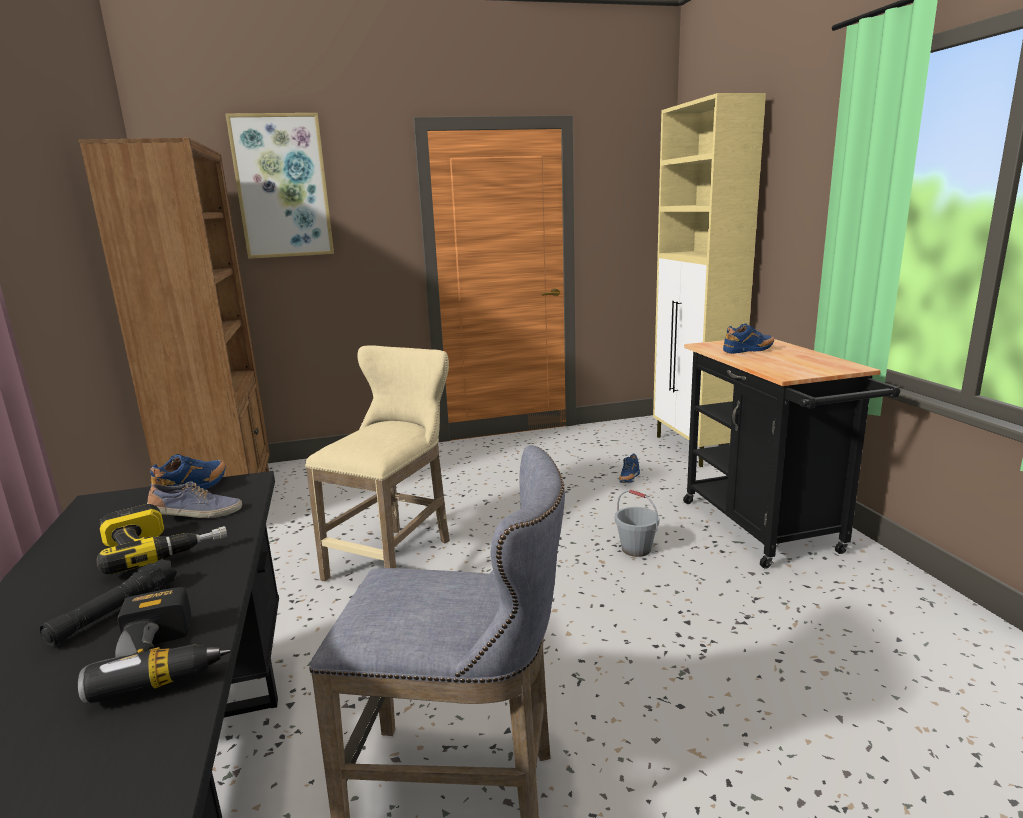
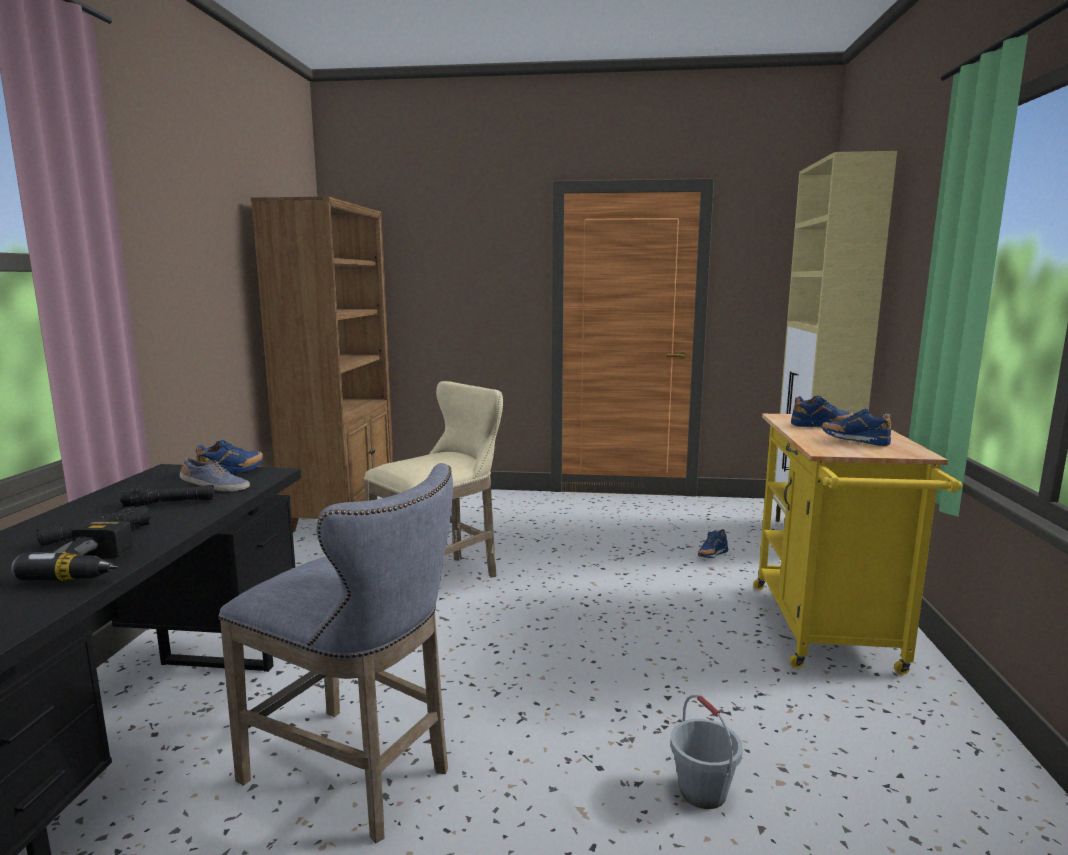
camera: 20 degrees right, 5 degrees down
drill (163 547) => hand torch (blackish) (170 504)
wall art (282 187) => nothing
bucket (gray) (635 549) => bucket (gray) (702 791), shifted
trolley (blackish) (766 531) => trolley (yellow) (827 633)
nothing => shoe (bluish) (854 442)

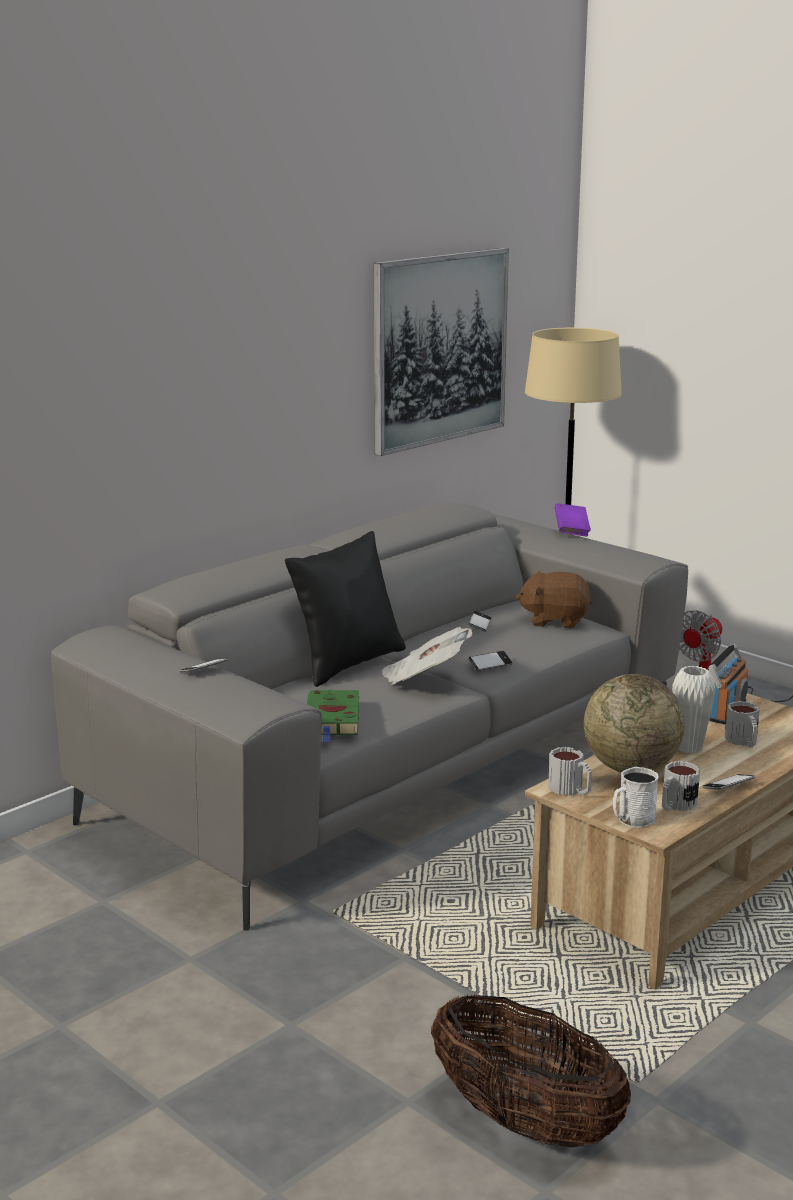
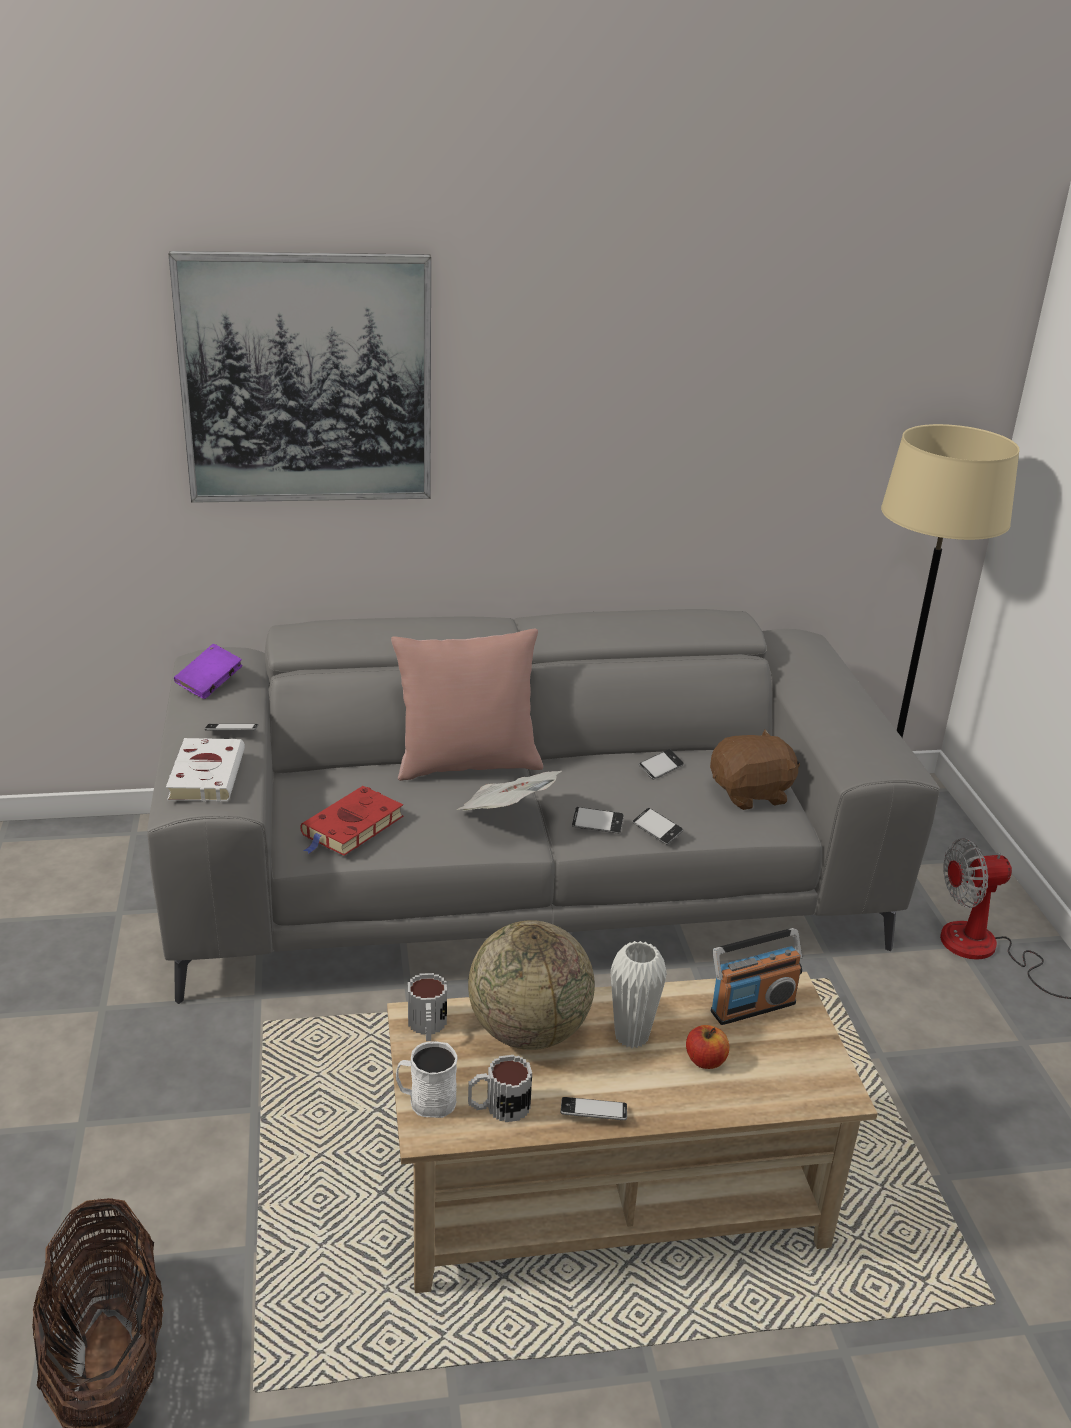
camera: 35 degrees right, 10 degrees up
cushion (blackish) (347 663) => cushion (pink-coloured) (467 764)
volume (green) (333 720) => volume (red-coloured) (351 827)
wall art (439 349) => wall art (307 380), shifted
cuddly toy (brownish) (554 620) => cuddly toy (brownish) (751 794), 120 degrees clockwise
volume (purple-coloured) (571 531) => volume (purple-coloured) (209 685), shifted
tea mug (743 742) => apple (705 1060)
nothing => volume (white) (207 774)
nothing => phone (657 830)

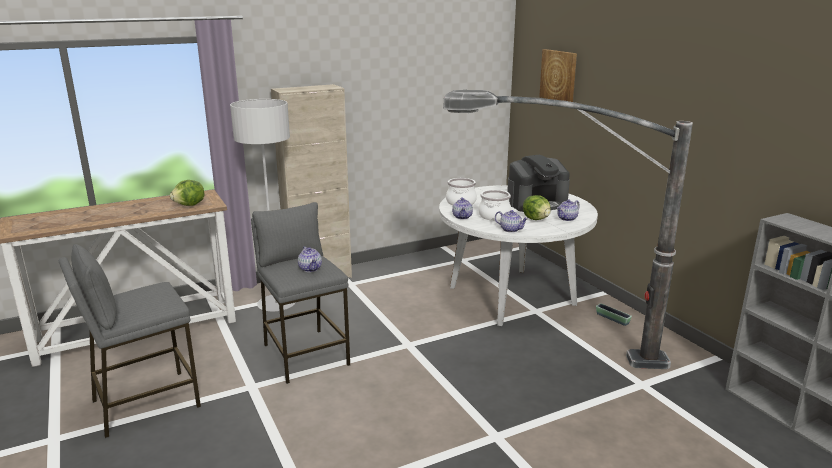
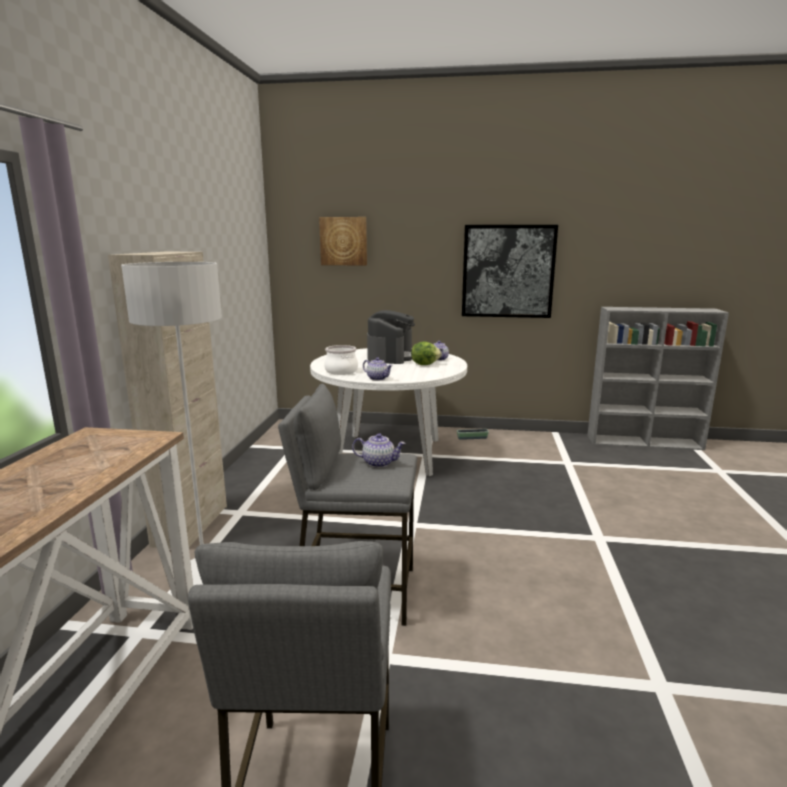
camera: 55 degrees left, 5 degrees down
lettuce head (190 205) => nothing
standing lamp (552 358) => nothing
cooking pot (494 216) => nothing
tea pot (511 230) => nothing
nothing => wall art (508 271)

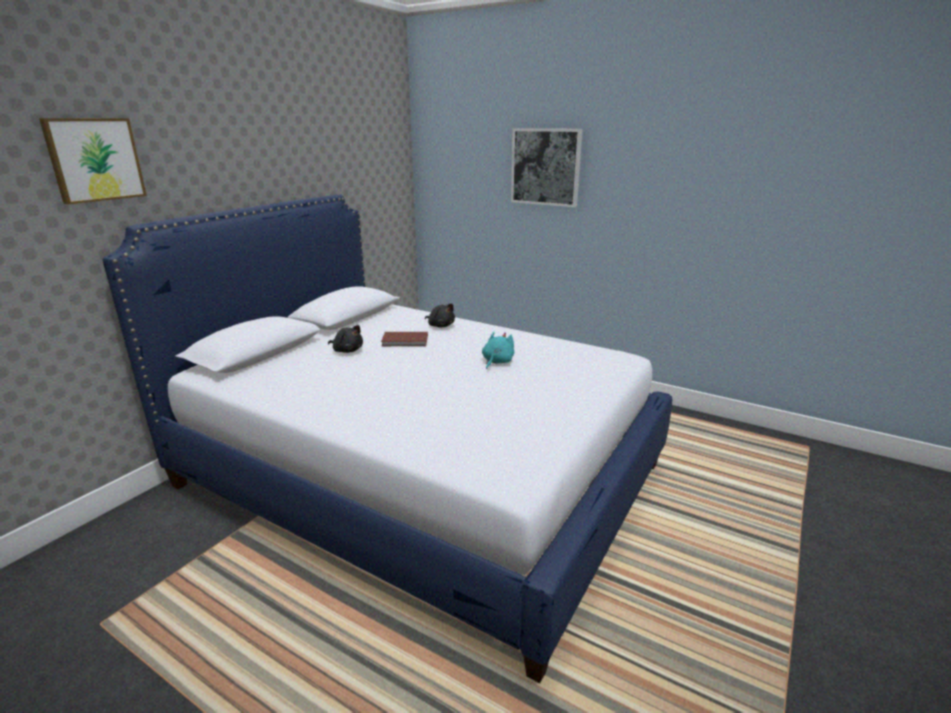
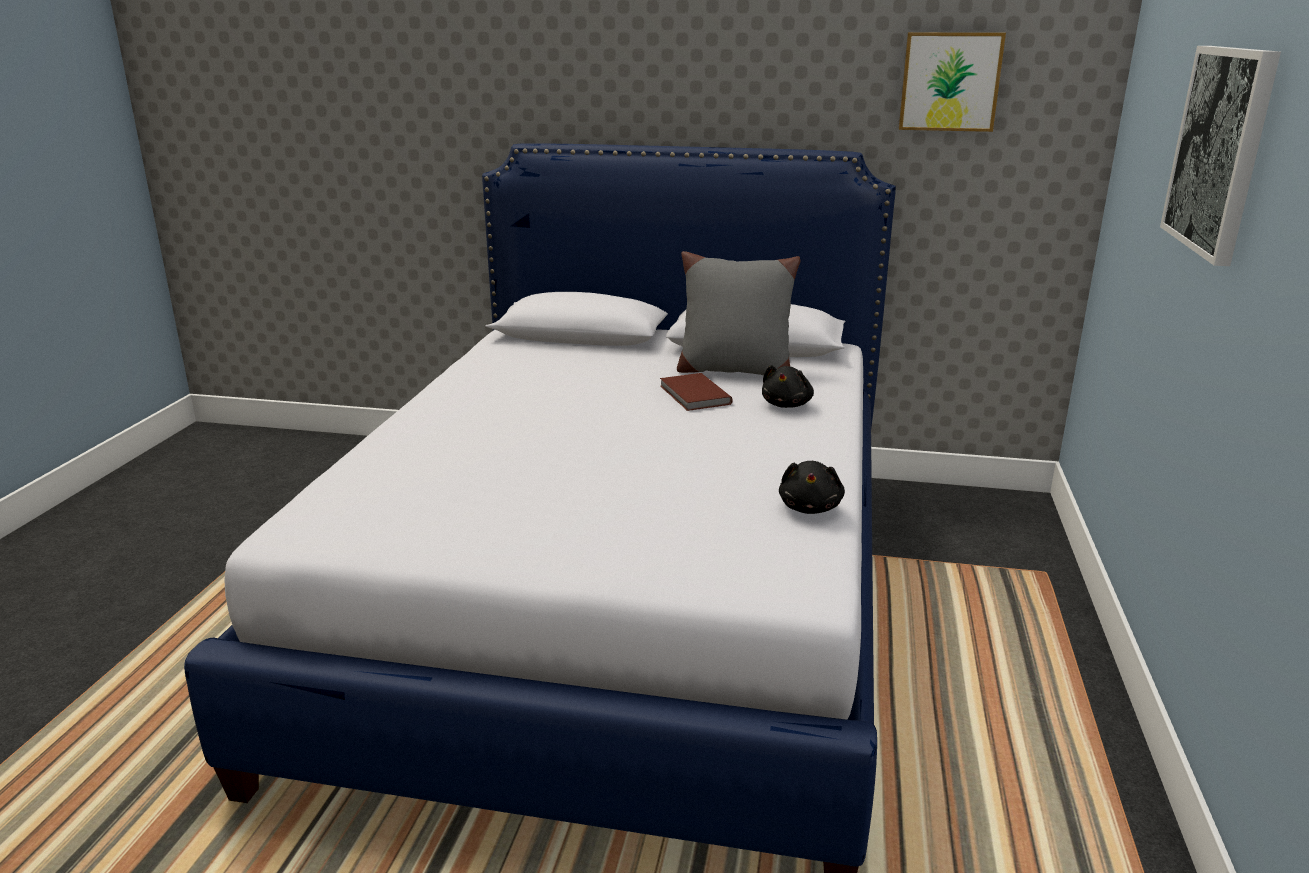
camera: 70 degrees right, 0 degrees up
wall art (94 159) => wall art (950 81), shifted
cuddly toy (blackish) (347 350) => cuddly toy (blackish) (810 507), shifted
cuddly toy (turquoise) (497 362) => nothing
nothing => cushion (gray) (734 371)

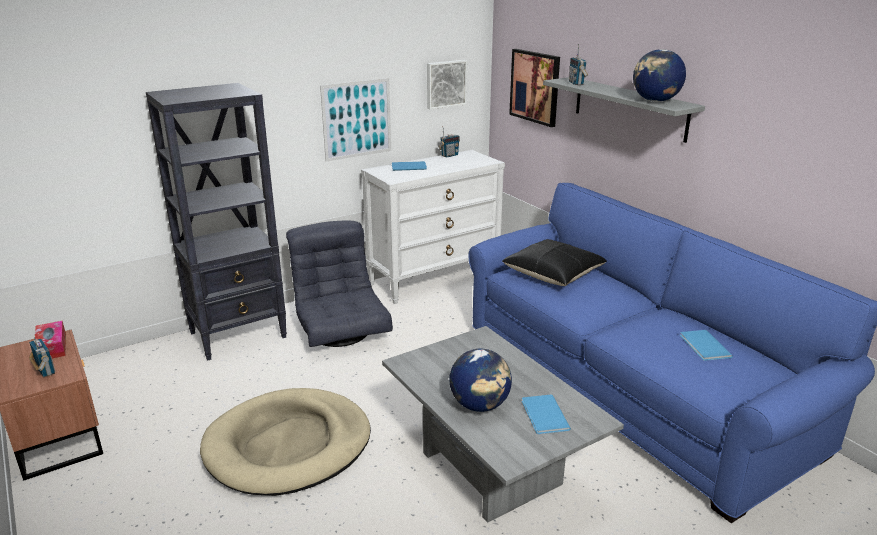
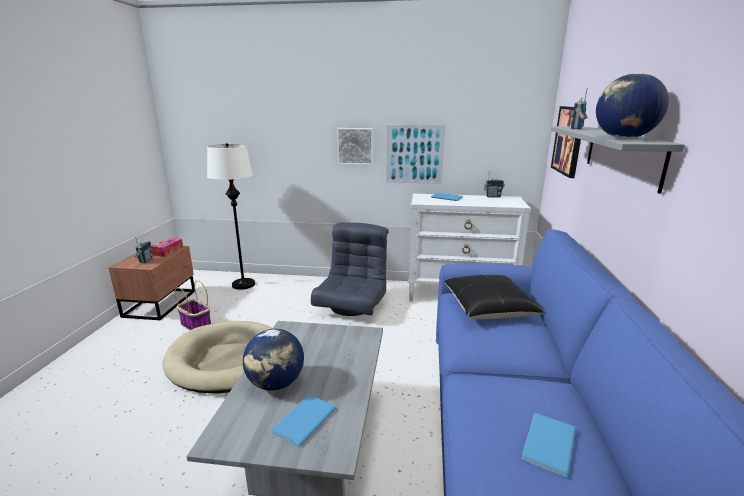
camera: 40 degrees right, 5 degrees down
shelving unit (blackish) (239 335) => nothing
wall art (445 84) => wall art (355 146), shifted
nothing => basket (195 324)
nothing => standing lamp (white) (243 284)

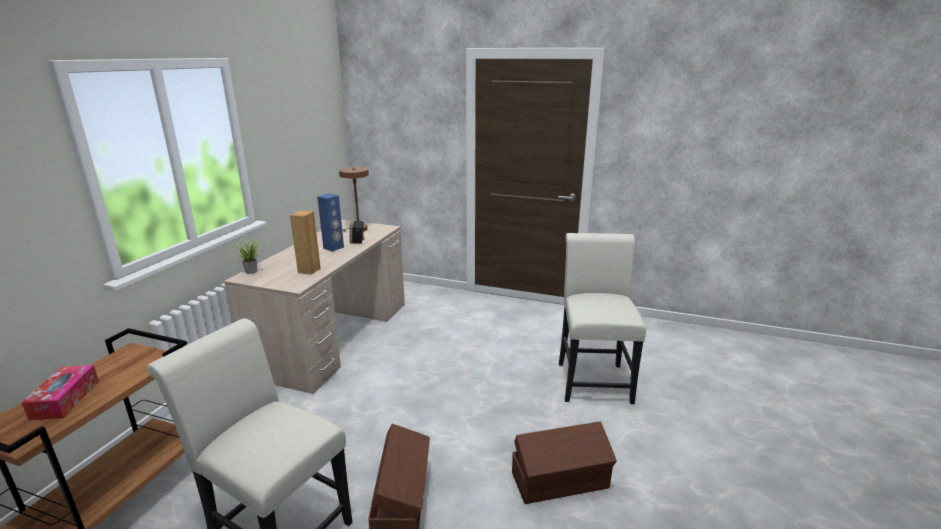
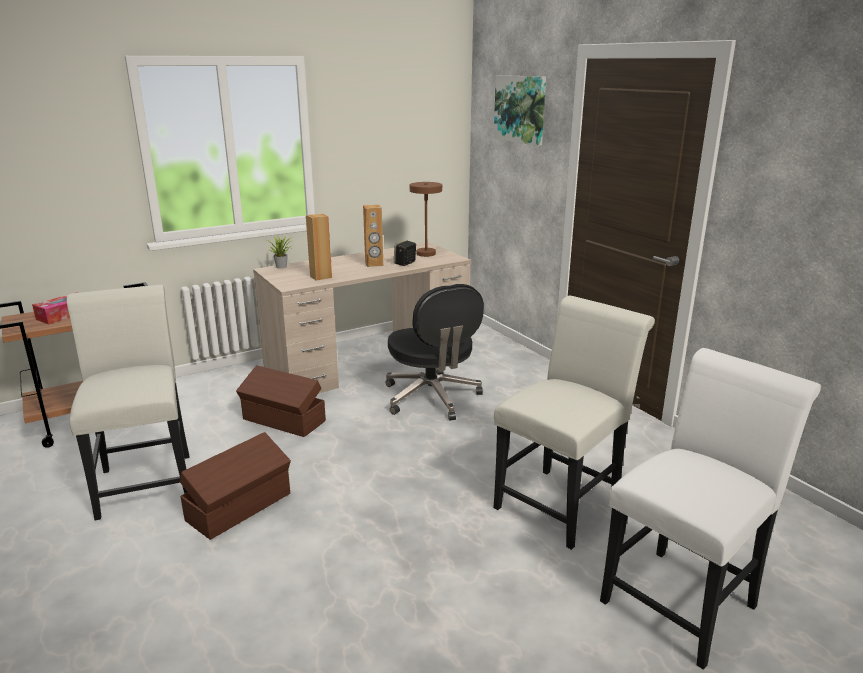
camera: 40 degrees right, 0 degrees up
audio speaker (bluish) (333 248) => audio speaker (brownish) (374 264)
storage bin (brownish) (561 481) => storage bin (brownish) (284 421), shifted
nothing => desk chair (blackish) (432 398)
nothing => wall art (520 109)
nothing => upright chair (white) (684 598)

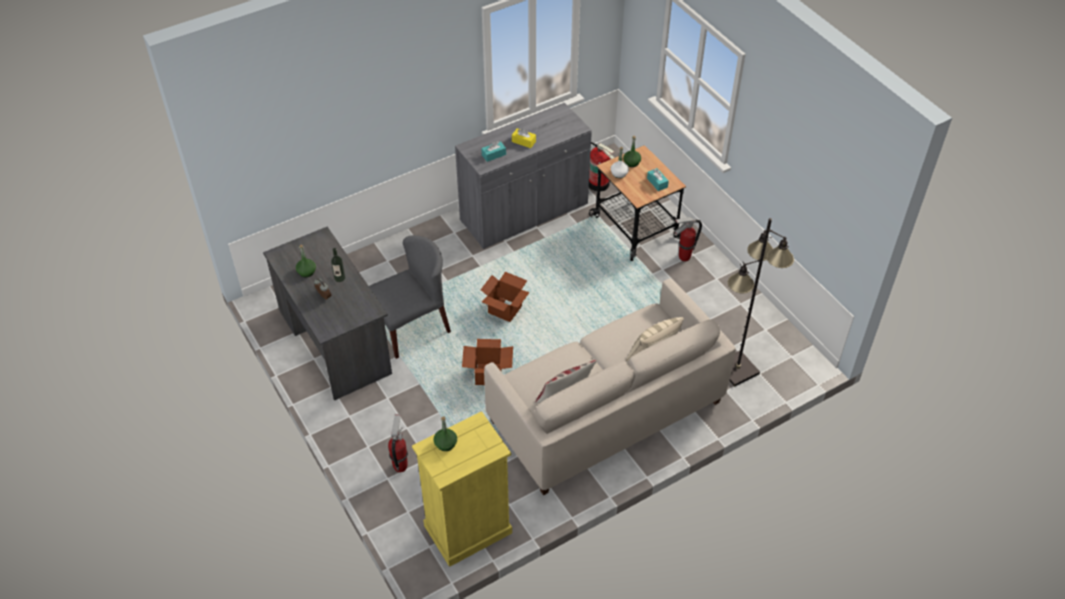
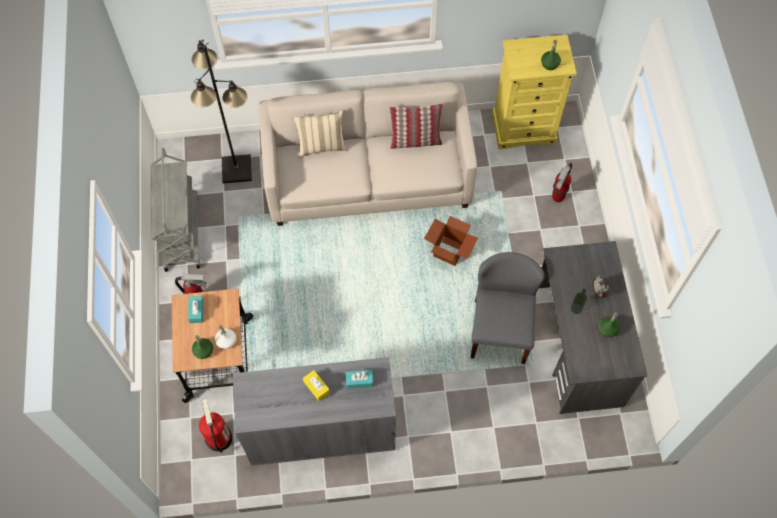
camera: 155 degrees left, 15 degrees up
upright chair (gray) (411 328) => upright chair (gray) (499 330), 105 degrees clockwise
cardboard box (504 310) => nothing
nothing => trolley (gray) (181 232)

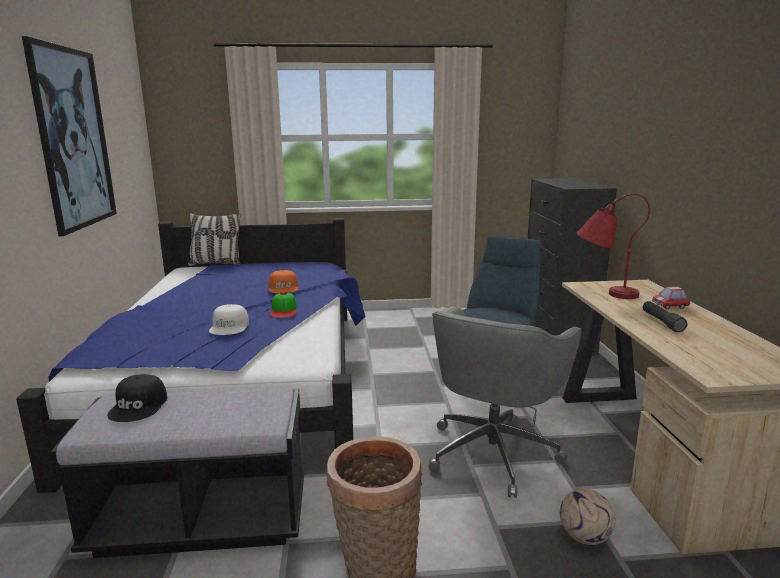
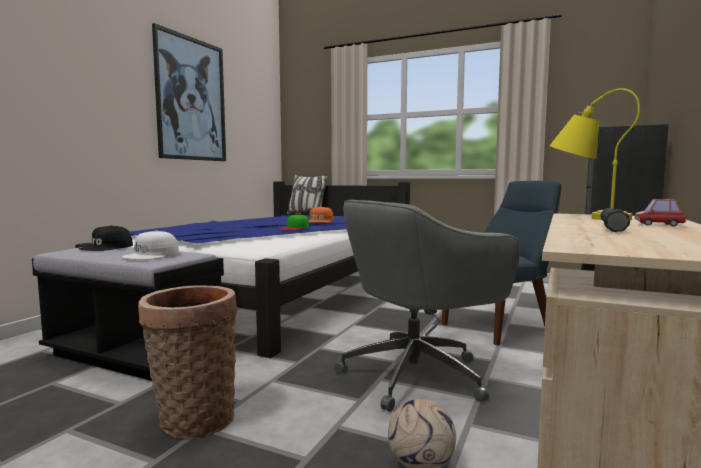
camera: 30 degrees right, 10 degrees down
peaked cap (white) (230 326) => peaked cap (white) (152 255), shifted
lamp for a table (red-coloured) (602 293) => lamp for a table (yellow) (585 217)

